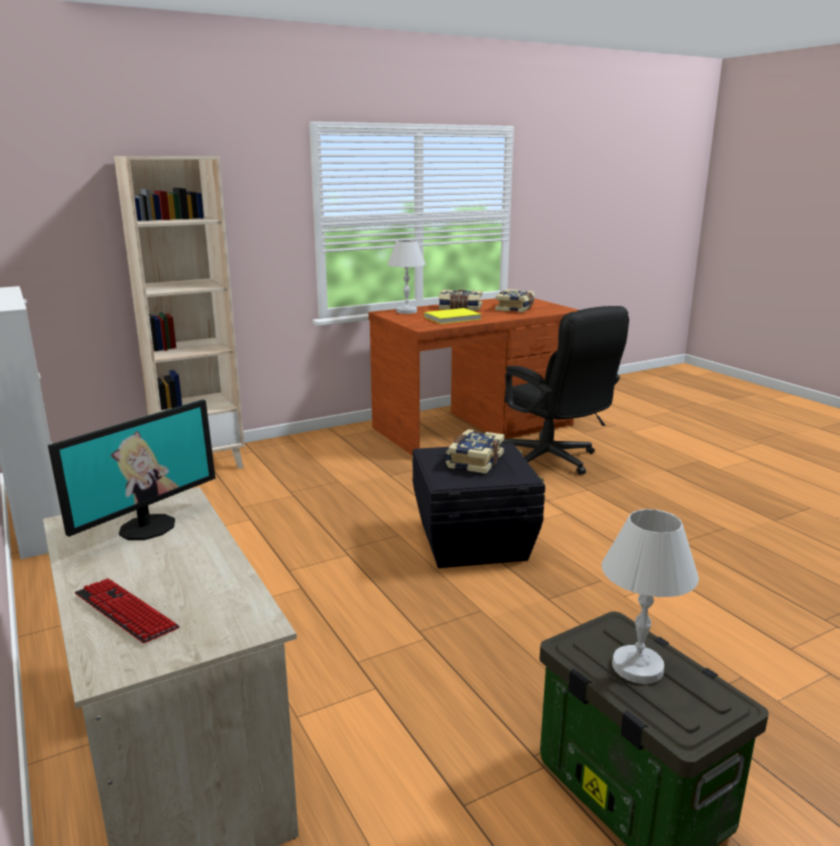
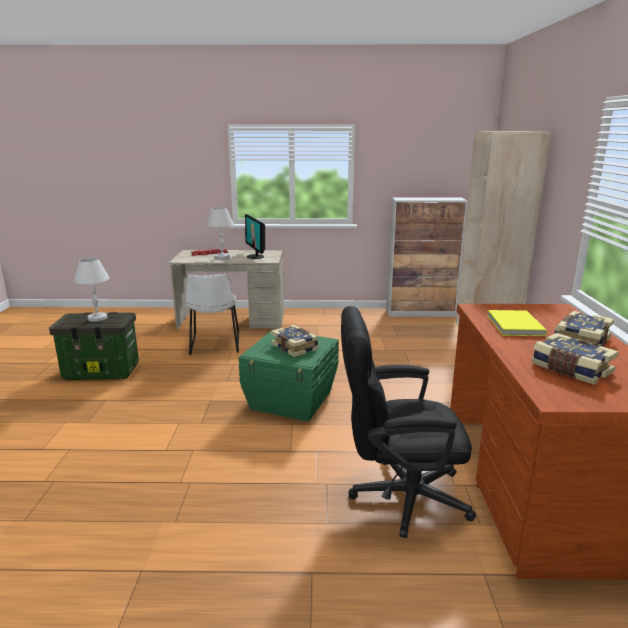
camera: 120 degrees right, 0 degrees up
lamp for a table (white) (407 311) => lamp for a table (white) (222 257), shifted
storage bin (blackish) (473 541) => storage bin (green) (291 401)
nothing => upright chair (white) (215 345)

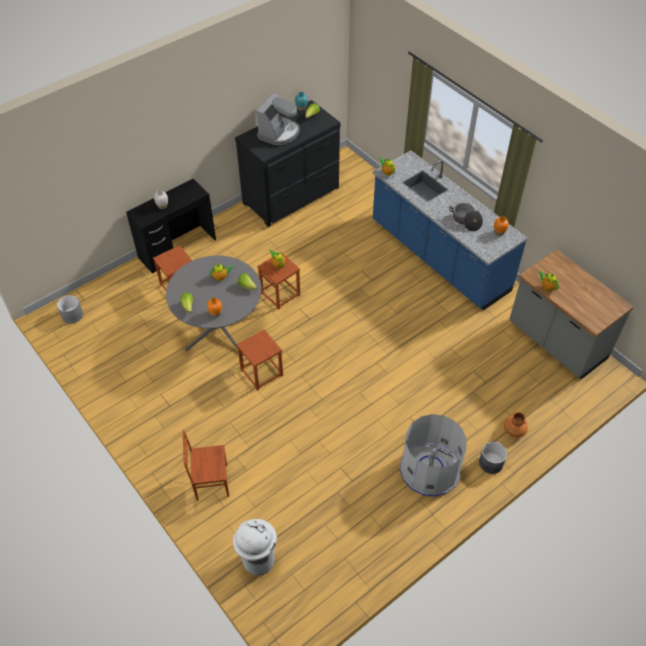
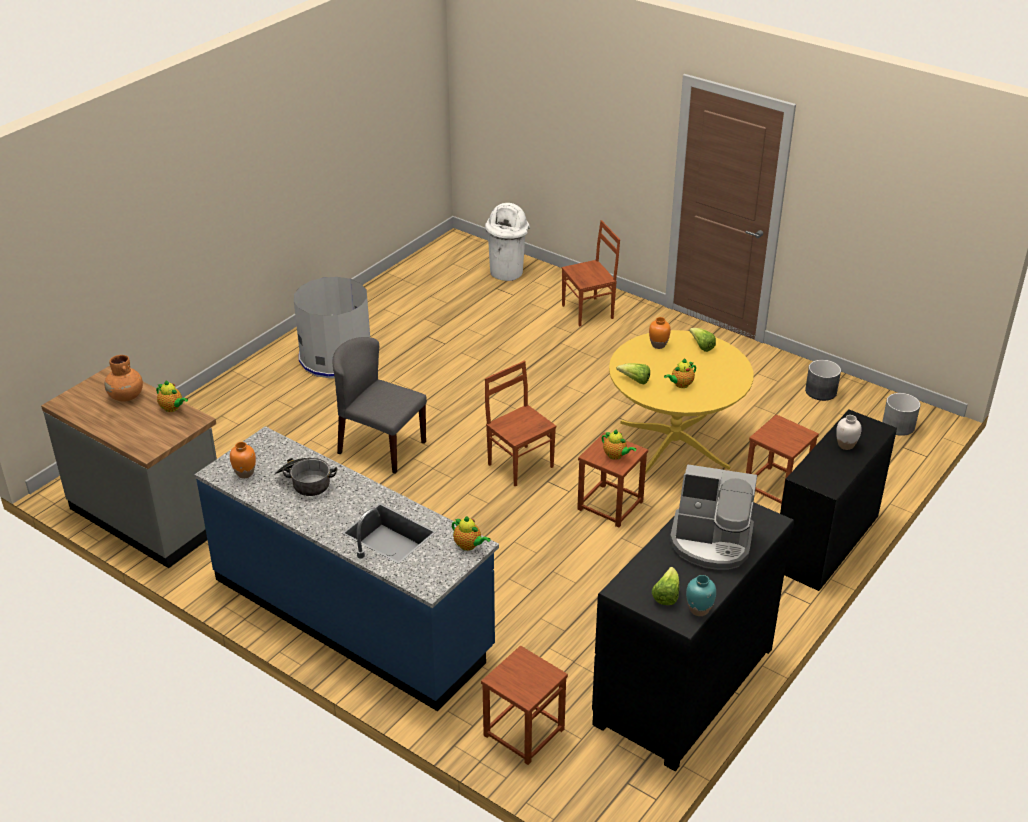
camera: 165 degrees right, 15 degrees down
dinner table (gray) (220 329) => dinner table (yellow) (674 445)
sitting stool (brownish) (262 373) => sitting stool (brownish) (523 732), shifted
coffee maker (279 133) => coffee maker (711 542), 90 degrees counterclockwise
plant pot (gray) (490 463) => plant pot (gray) (821 392), shifted
vase (orange) (514 430) => vase (orange) (126 396), shifted
nothing => upright chair (gray) (381 447)
nothing => upright chair (brownish) (520 465)

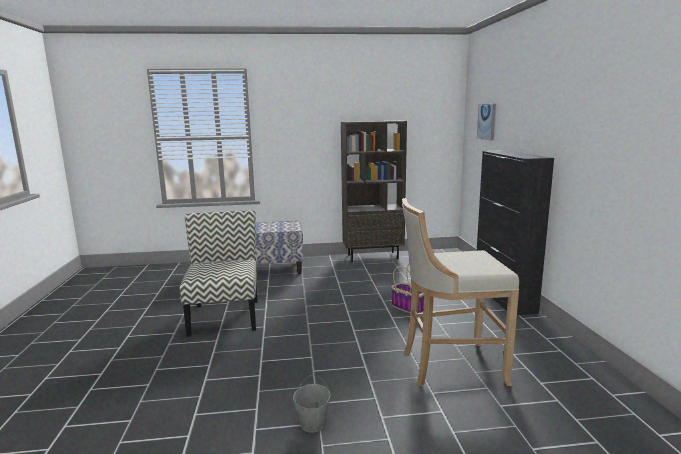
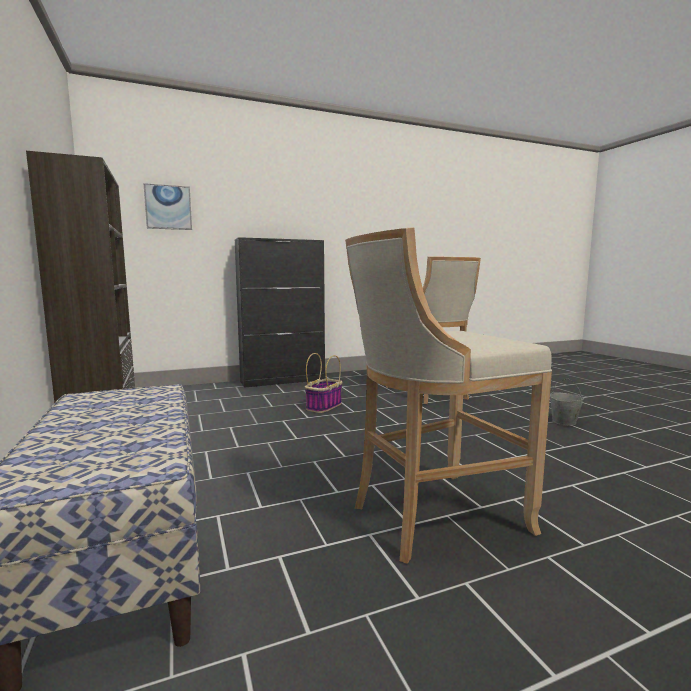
camera: 105 degrees left, 5 degrees down
upright chair (224 316) => sitting stool (beige) (432 517)

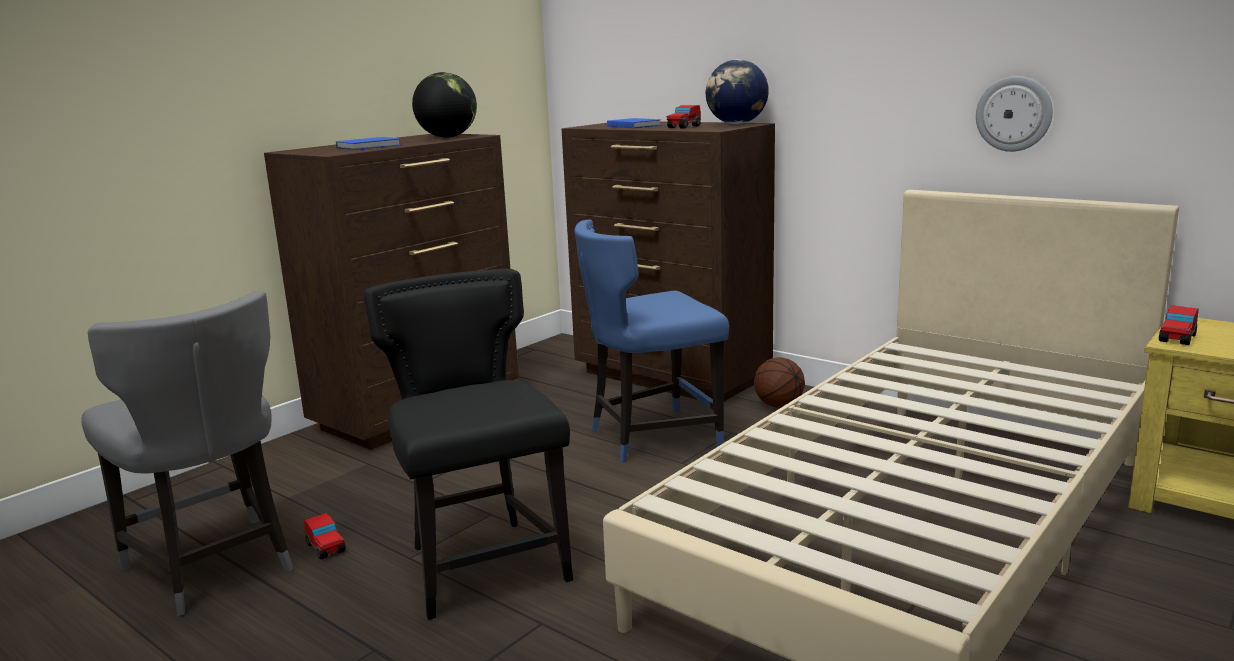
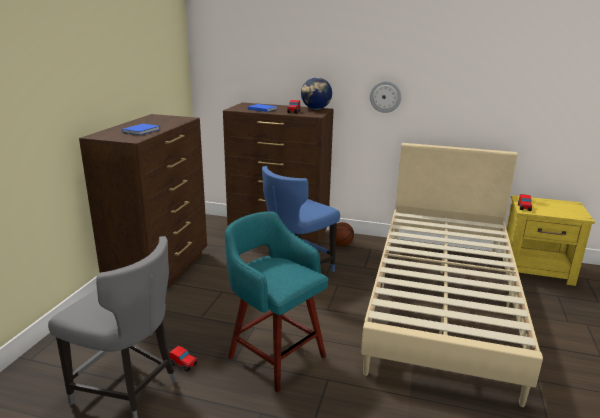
camera: 25 degrees left, 5 degrees up
upright chair (blackish) (484 564) => sitting stool (turquoise) (275 355)
desk globe (447 137) => nothing
wall clock (1014 114) => wall clock (385 96), shifted

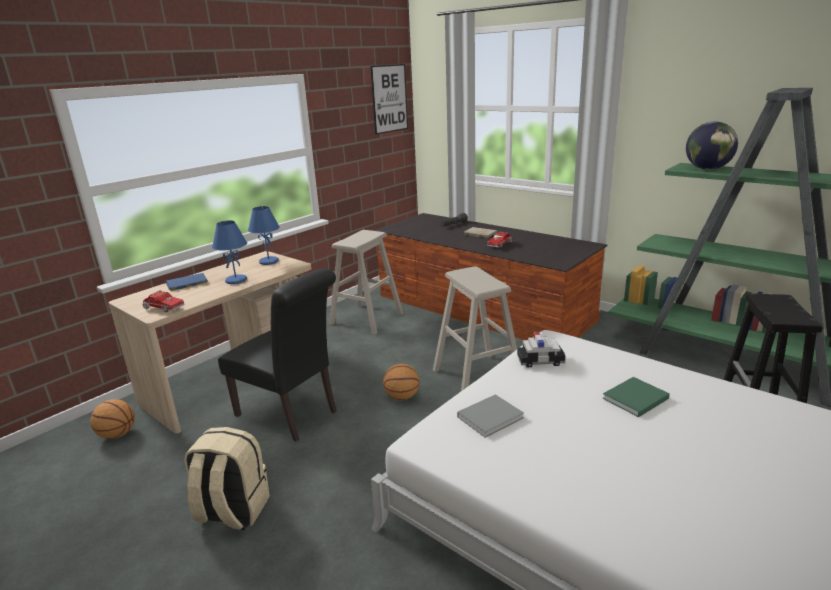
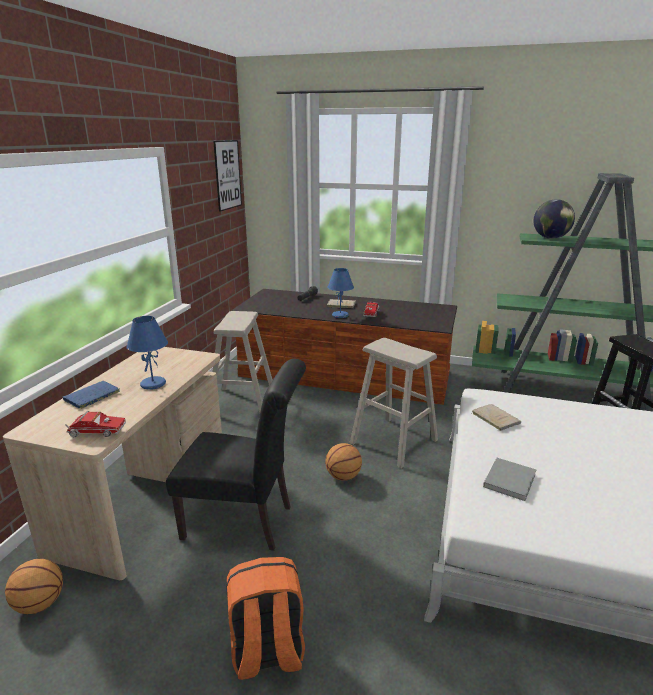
camera: 25 degrees left, 0 degrees up
backpack (beige) (232 511) => backpack (orange) (267 652)
lamp for a table (bluish) (268 262) => lamp for a table (bluish) (340 316), shifted
toy car (540 361) => volume (beige) (494 418)
volume (green) (634 399) => nothing

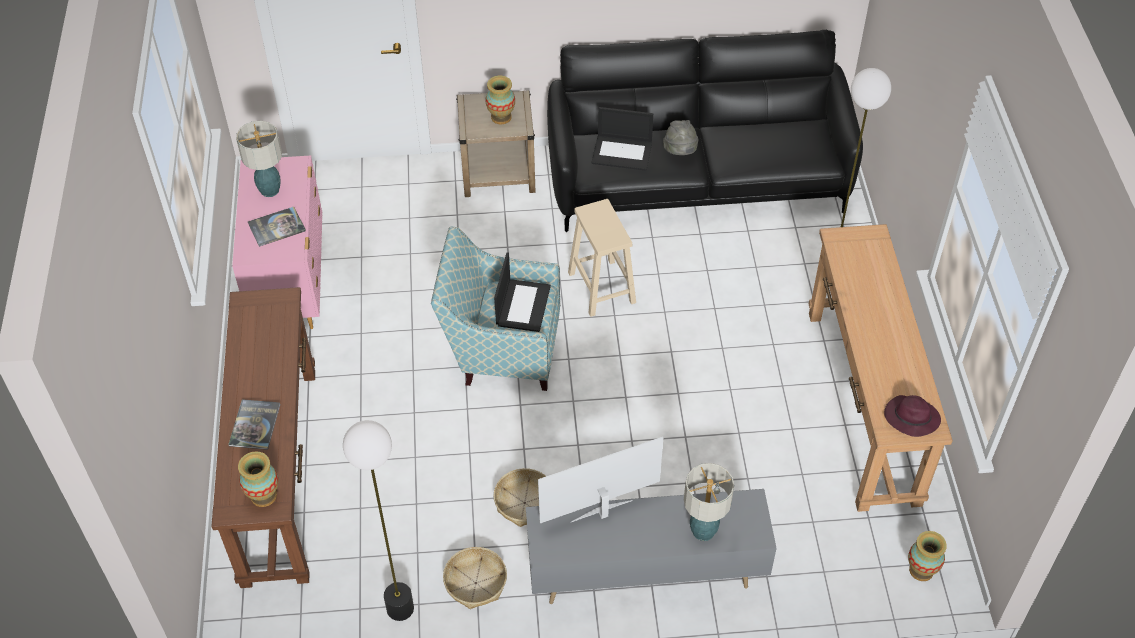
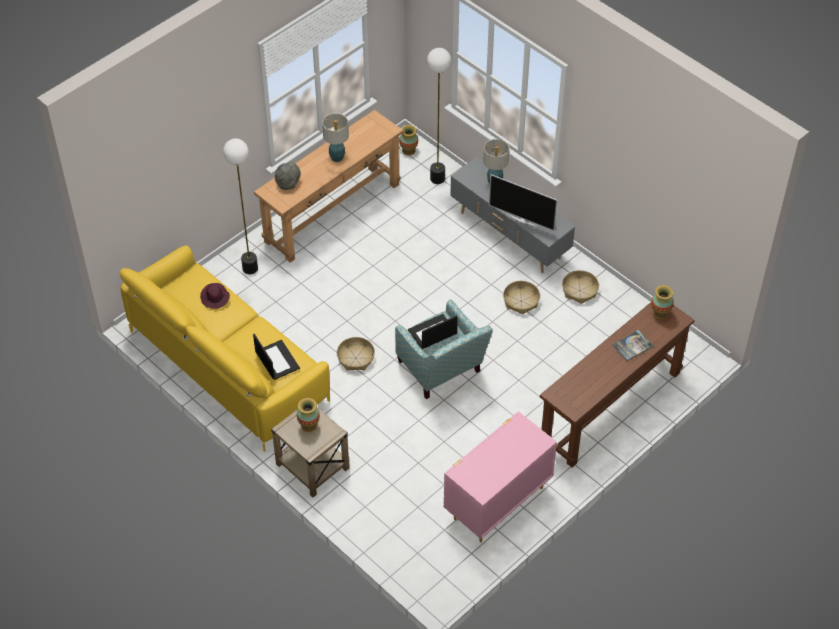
camera: 130 degrees left, 0 degrees up
lamp for a table (270 190) => lamp for a table (337 157), shifted
volume (276 227) => nothing
standing lamp (400 609) => standing lamp (437 178), shifted
sofa (blackish) (698 180) => sofa (yellow) (228 365)
sitting stool (beige) (601 287) => basket (356 358)
clothing hat (gray) (680 152) => clothing hat (gray) (288 183), shifted
clothing hat (purple-coloured) (910 418) => clothing hat (purple-coloured) (215 298), shifted

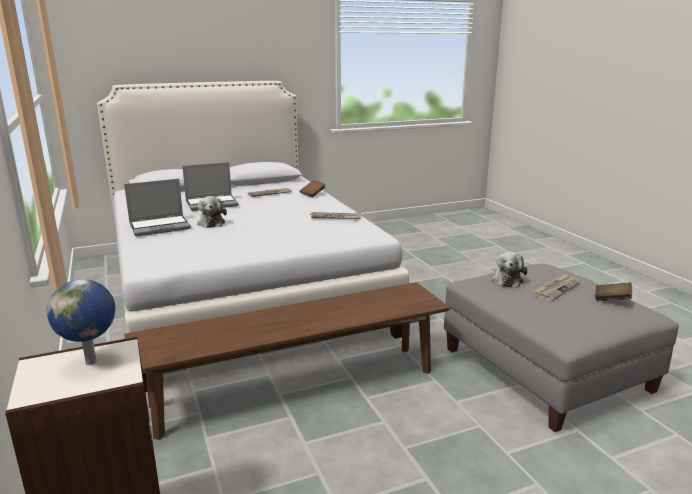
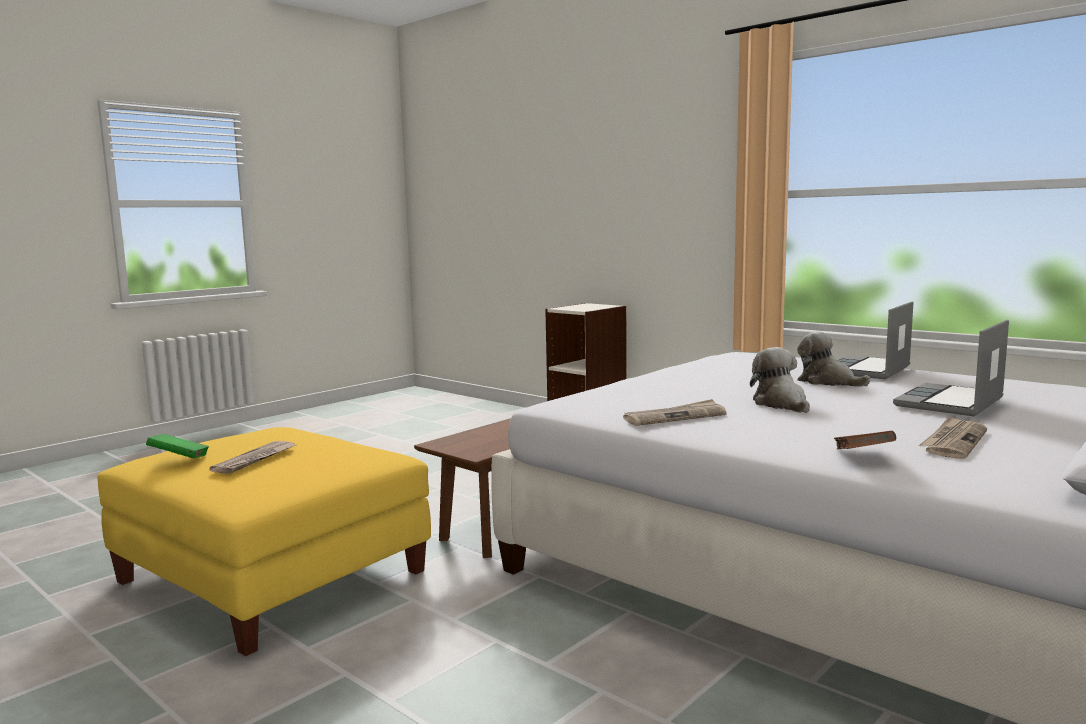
camera: 155 degrees right, 10 degrees down
desk globe (92 362) => nothing
pouffe (gray) (545 369) => pouffe (yellow) (271 576)
cuddly toy (507 280) => cuddly toy (781 404), shifted
volume (brownish) (612 300) => volume (green) (179 459)

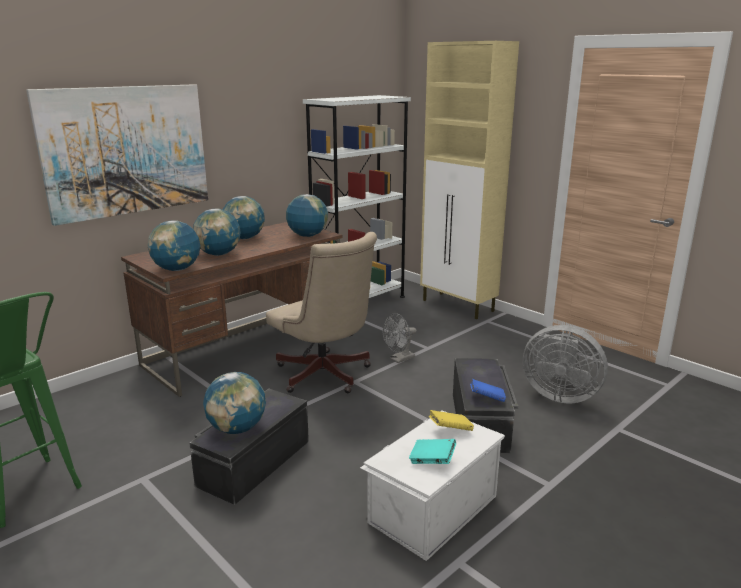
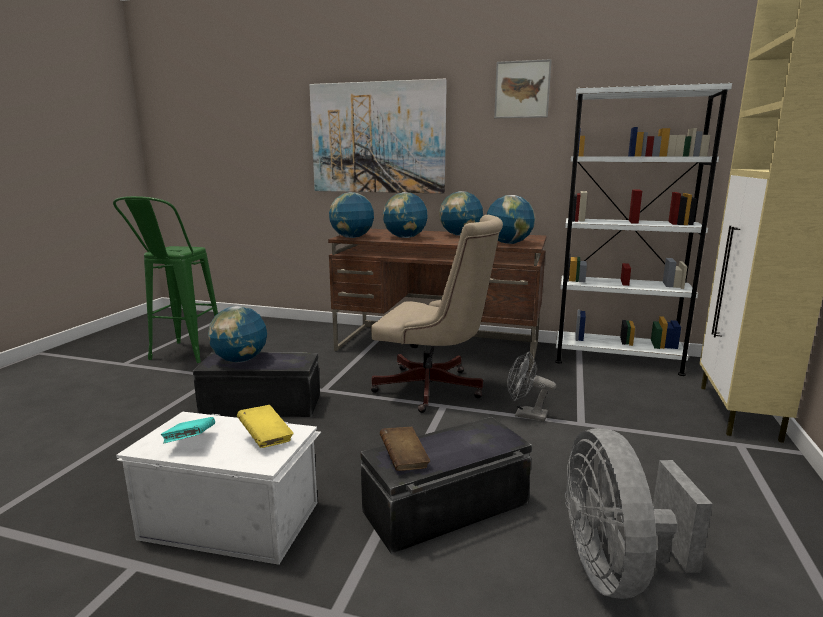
camera: 60 degrees right, 5 degrees down
desk chair (beige) (325 376) => desk chair (beige) (434 390), 90 degrees counterclockwise
volume (bluish) (487 398) => volume (brownish) (404 460)
nothing => wall art (522 89)

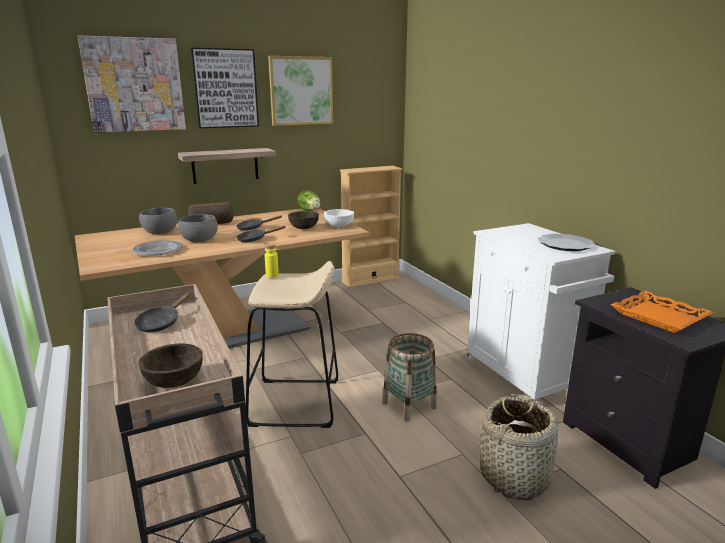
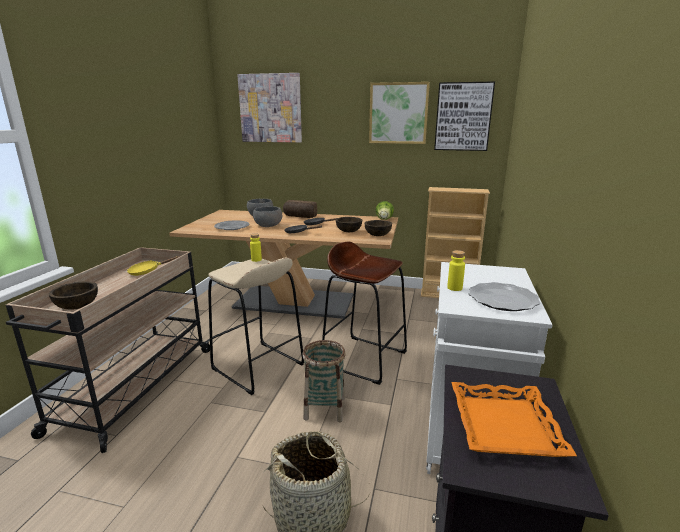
camera: 40 degrees right, 0 degrees up
pan (blackish) (161 323) => pan (yellow) (147 271)
bracket shelf (225 165) => nothing
wall art (225 88) => wall art (463 117), shifted
serving bowl (white) (339 226) => serving bowl (brownish) (377 235)
nothing => sitting stool (brownish) (364 358)
nothing => beverage bottle (yellow) (454 288)

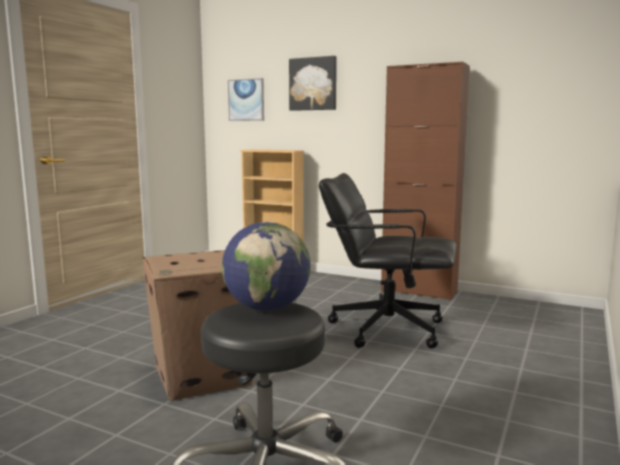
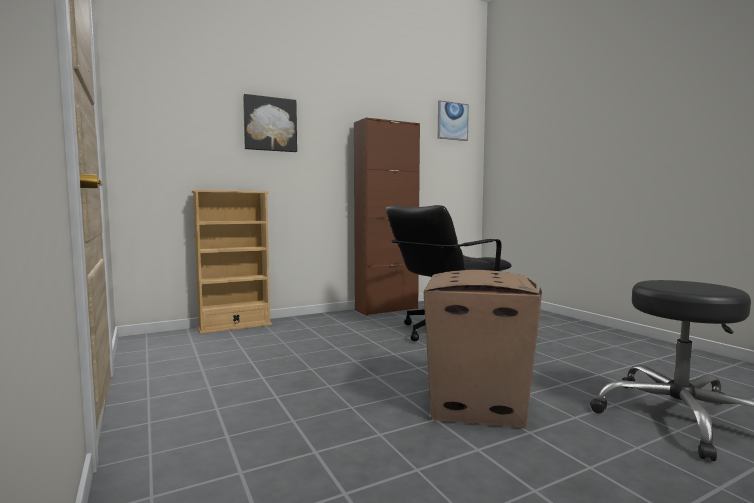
camera: 55 degrees left, 5 degrees down
desk globe (267 308) => nothing
wall art (246 100) => wall art (452 121), shifted

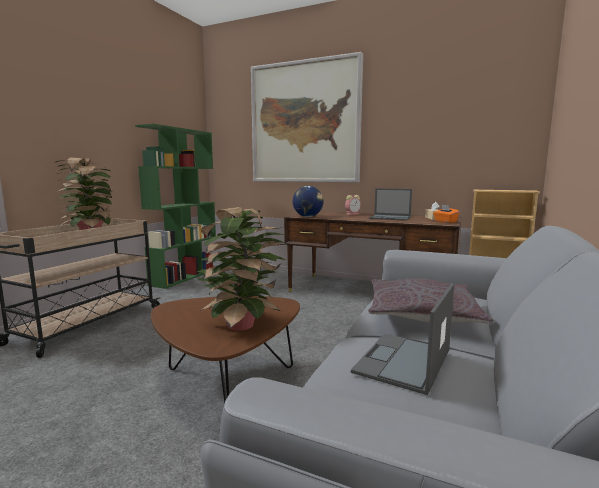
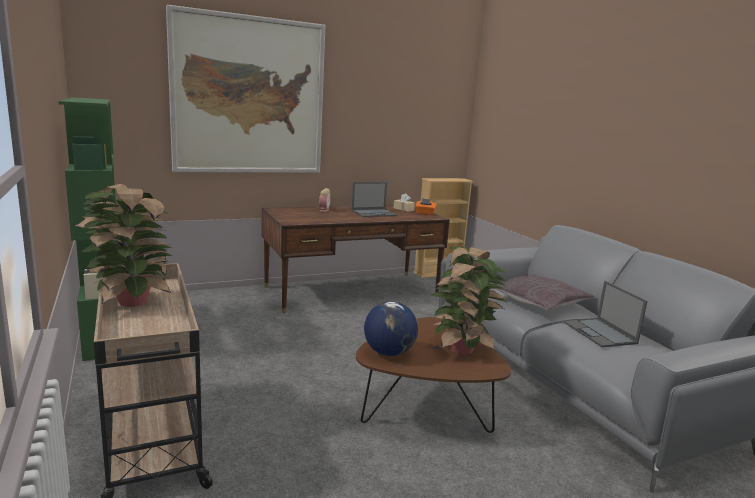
camera: 50 degrees left, 5 degrees up
desk globe (308 216) => desk globe (389 352), shifted

